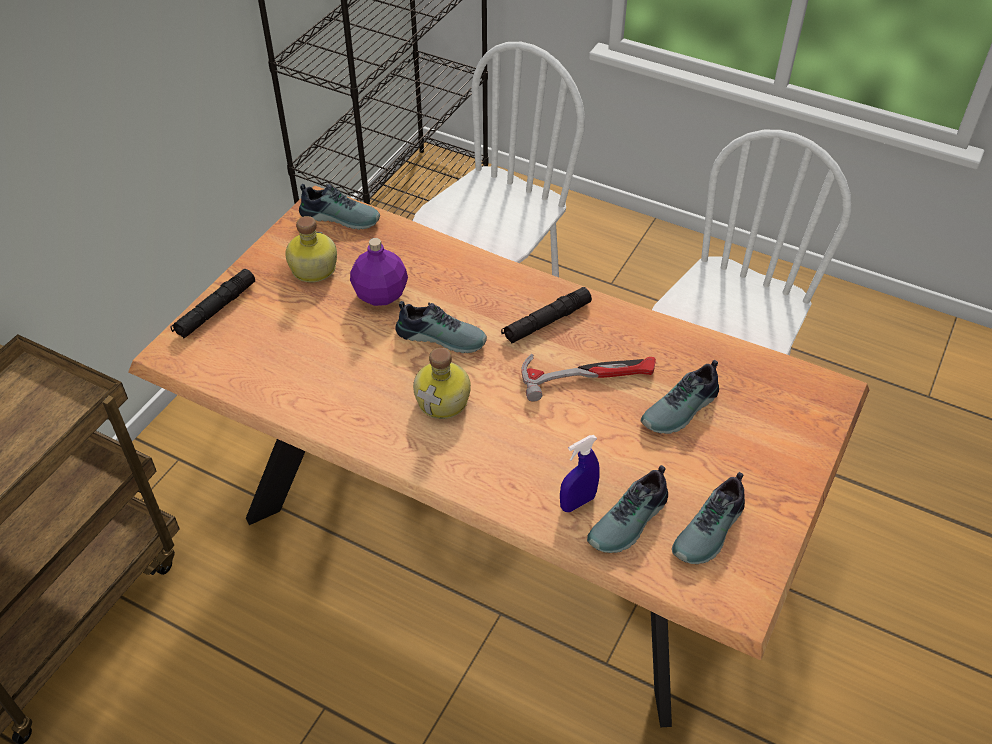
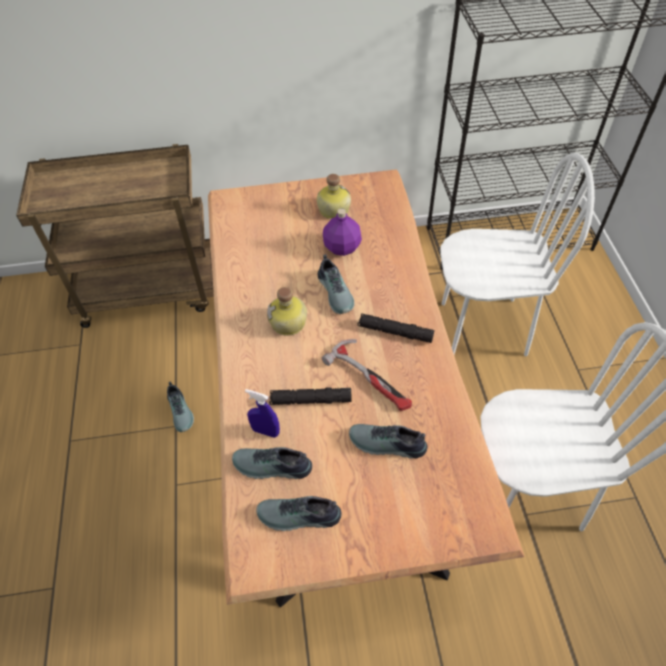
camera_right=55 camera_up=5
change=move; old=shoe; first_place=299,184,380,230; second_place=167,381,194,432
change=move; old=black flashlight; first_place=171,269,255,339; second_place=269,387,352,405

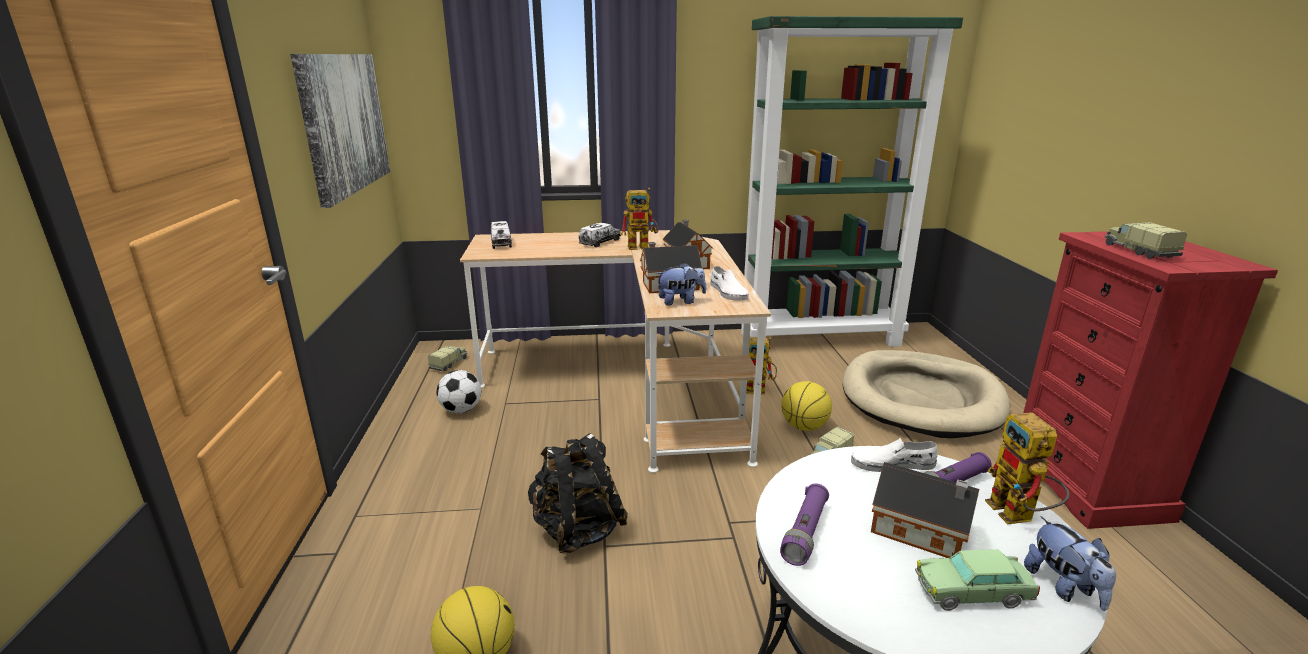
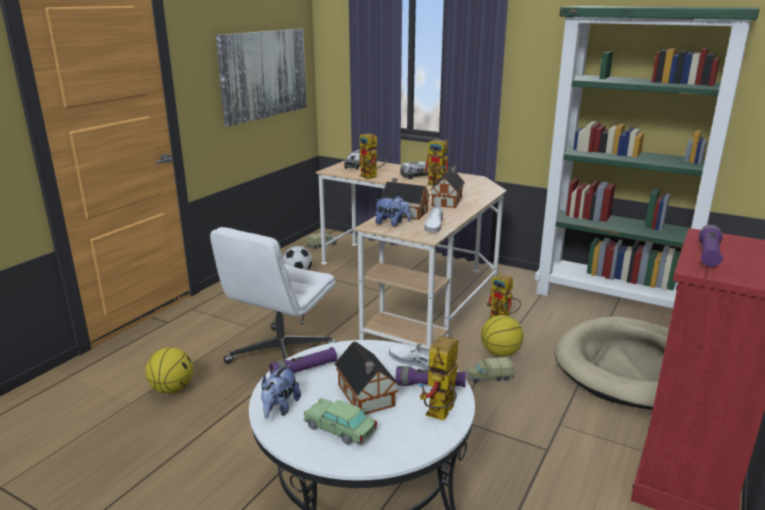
camera_right=35 camera_up=0
change=replace; old=black backpack; new=white office chair; first_place=528,433,628,553; second_place=210,227,337,364
change=move; old=plush toy; first_place=1024,516,1116,611; second_place=261,364,301,419
change=insert; new=toy robot; second_place=358,133,386,179
change=replace; old=toy truck; new=purple flashlight; first_place=1104,223,1187,259; second_place=699,224,723,267

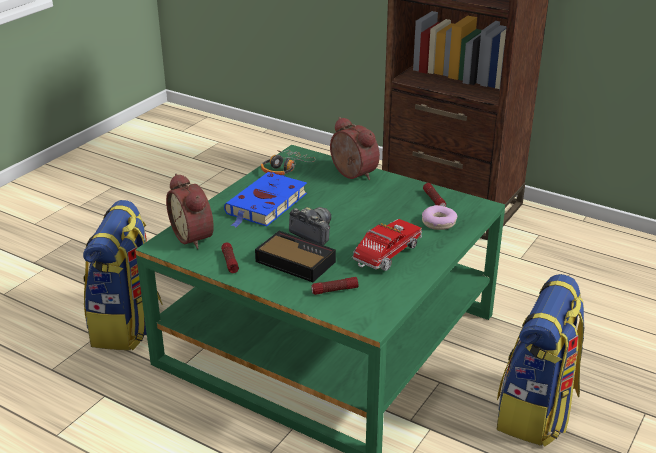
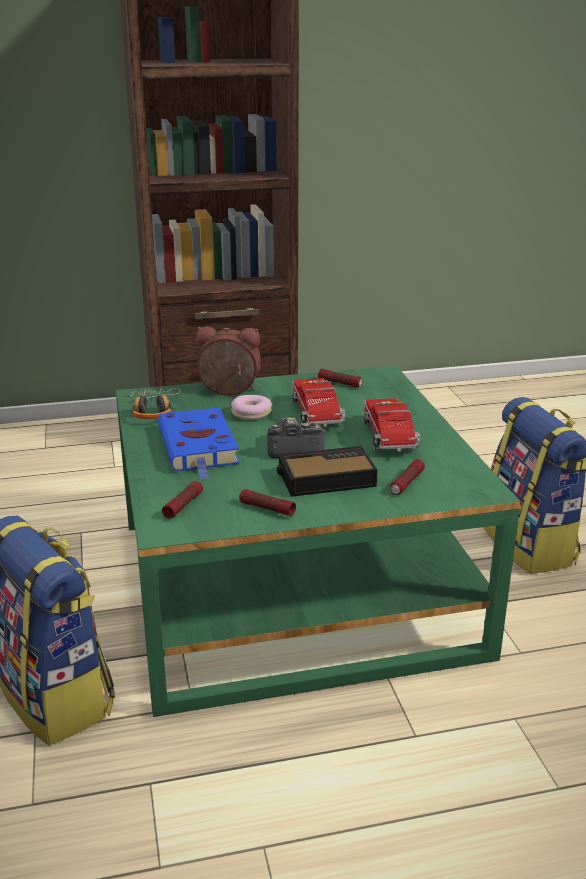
camera_right=-45 camera_up=-5
change=replace; old=alarm clock; new=flashlight; first_place=166,173,214,249; second_place=162,481,203,519
change=move; old=donut; first_place=422,205,458,230; second_place=231,395,272,420
change=insert; new=toy truck; second_place=291,378,345,427

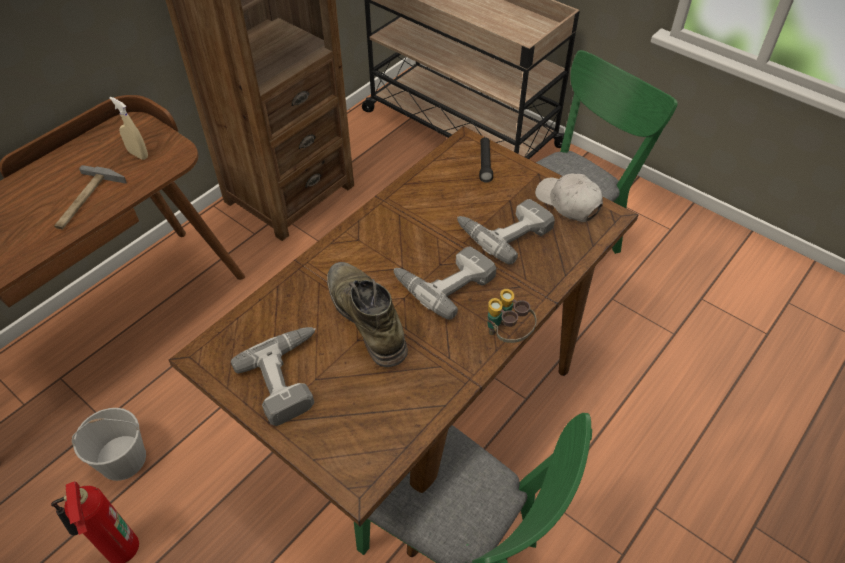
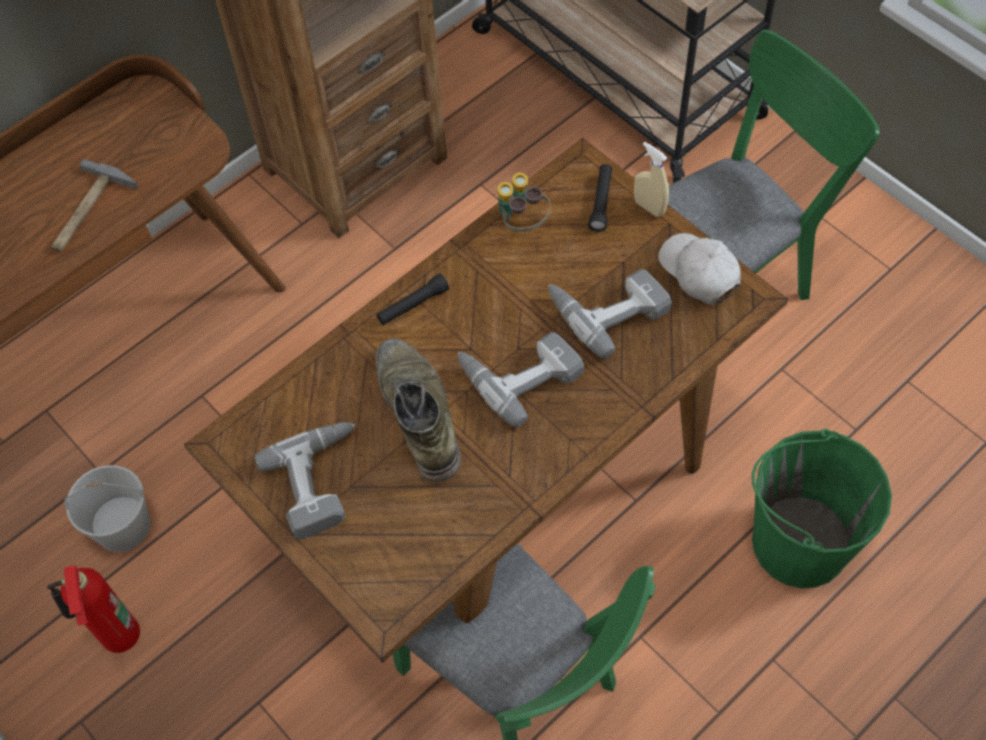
camera_right=10 camera_up=10
change=insert; new=black flashlight; second_place=376,274,449,325
change=move; old=binoculars; first_place=487,289,537,343; second_place=497,173,551,232
change=move; old=beige spray bottle; first_place=109,97,148,160; second_place=634,142,669,217
change=insert; new=green bucket; second_place=752,429,892,588

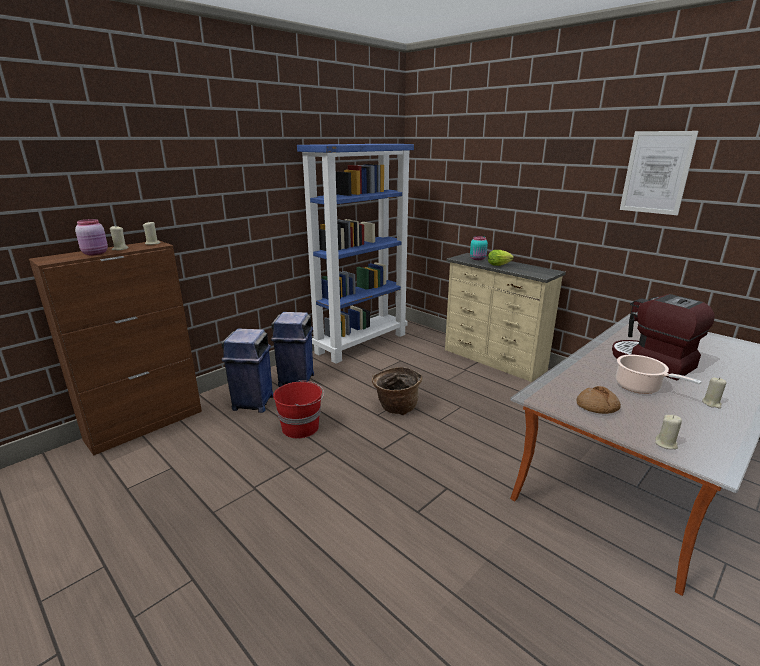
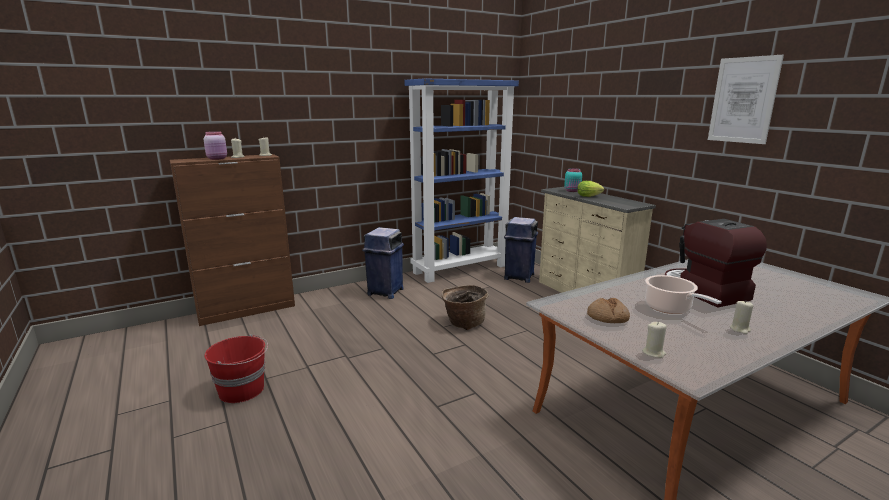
camera_right=15 camera_up=-5
change=move; old=red bucket; first_place=273,380,324,438; second_place=204,334,268,403
change=move; old=blue trash can; first_place=221,328,273,413; second_place=504,217,538,283

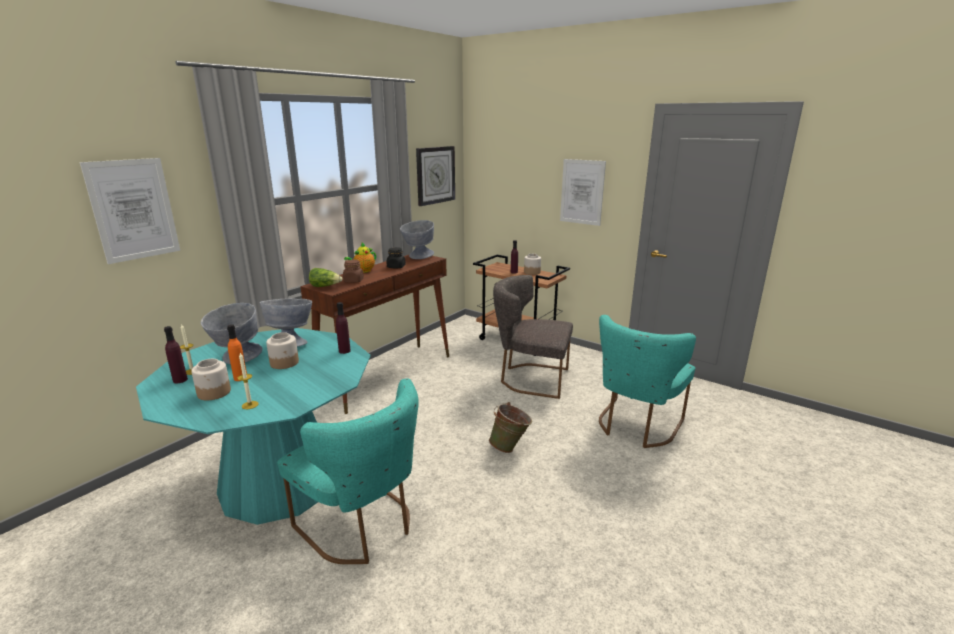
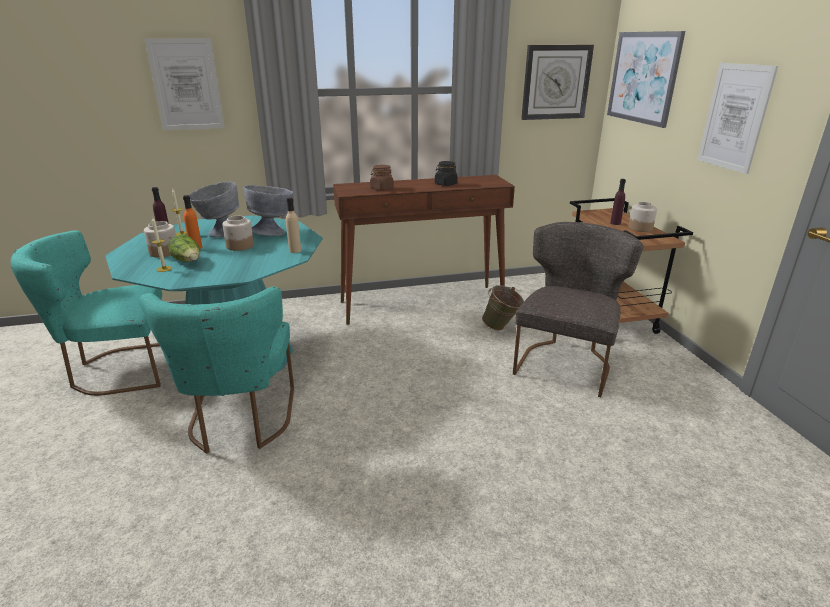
camera_right=40 camera_up=5
change=move; old=turquoise chair; first_place=599,315,696,448; second_place=11,230,162,396
change=move; old=lettuce; first_place=309,268,342,287; second_place=168,234,200,262
change=recolor; old=purple bottle; new=beige bottle; first_place=336,302,351,354; second_place=286,197,301,253
change=move; old=green bucket; first_place=489,402,532,453; second_place=482,285,524,331
change=rotate; old=grey chair; first_place=493,275,573,399; second_place=513,222,643,397; degrees=60
change=insert; new=picture; second_place=607,31,685,128
change=delete; old=teapot; first_place=344,243,376,273
change=delete; old=grey bowl; first_place=400,220,434,259

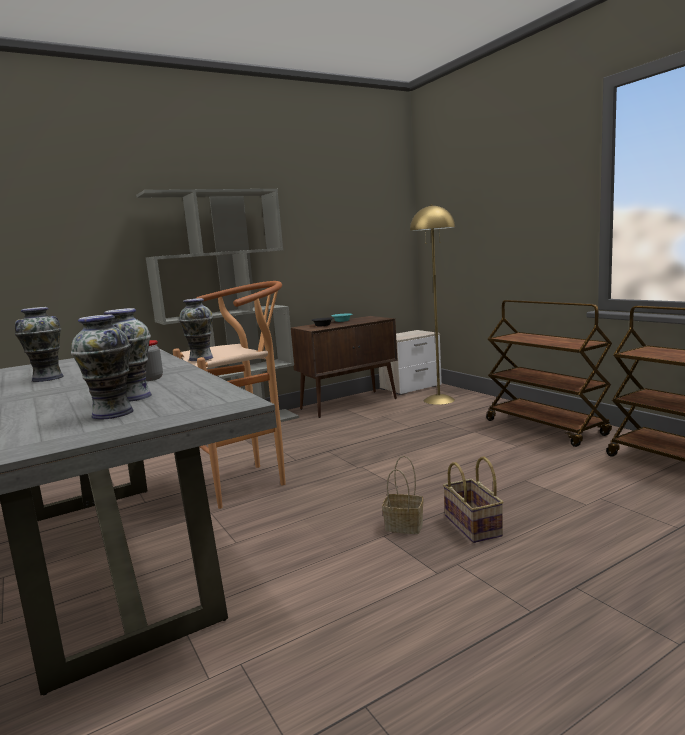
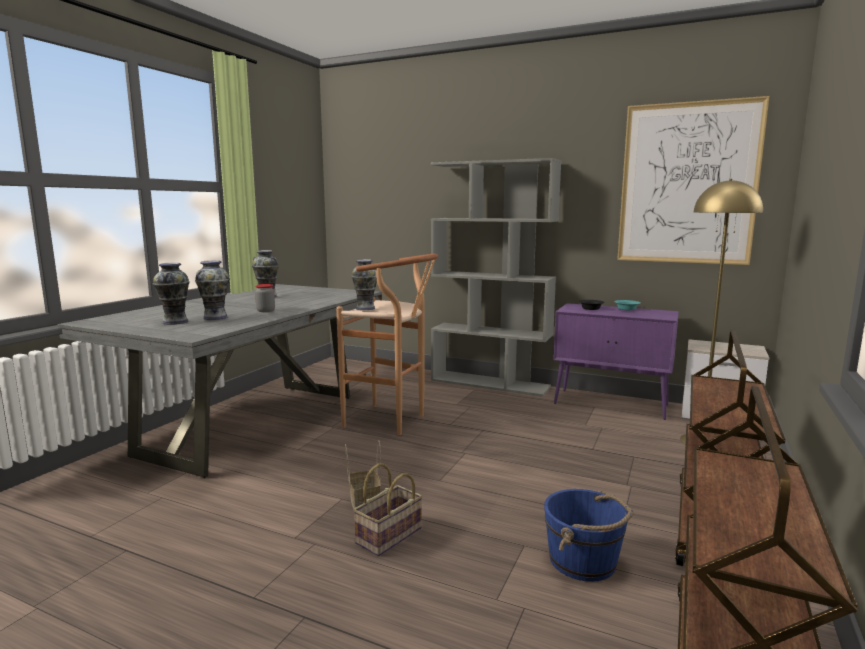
camera_right=55 camera_up=0
change=insert; new=blue bucket; second_place=544,489,633,582
change=recolor; old=brown cabinet; new=purple cabinet; first_place=291,316,398,418; second_place=553,303,679,420
change=insert; new=picture; second_place=617,96,770,265

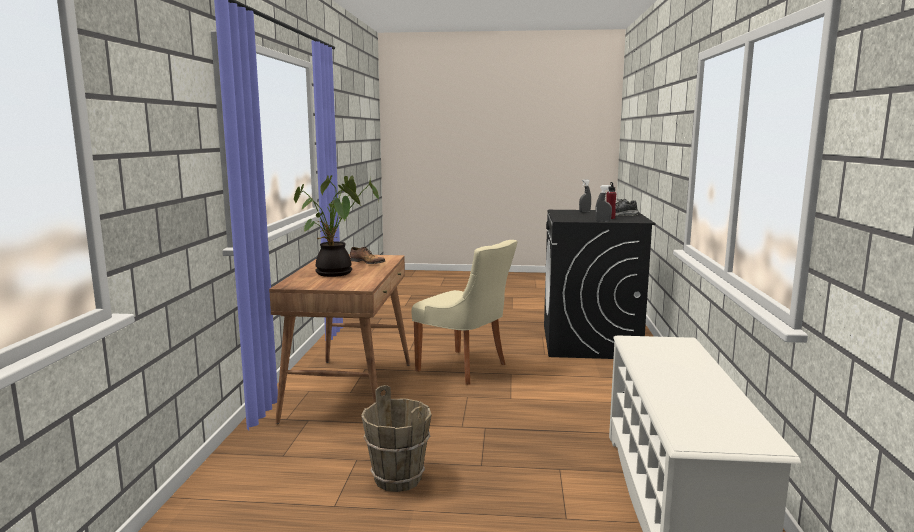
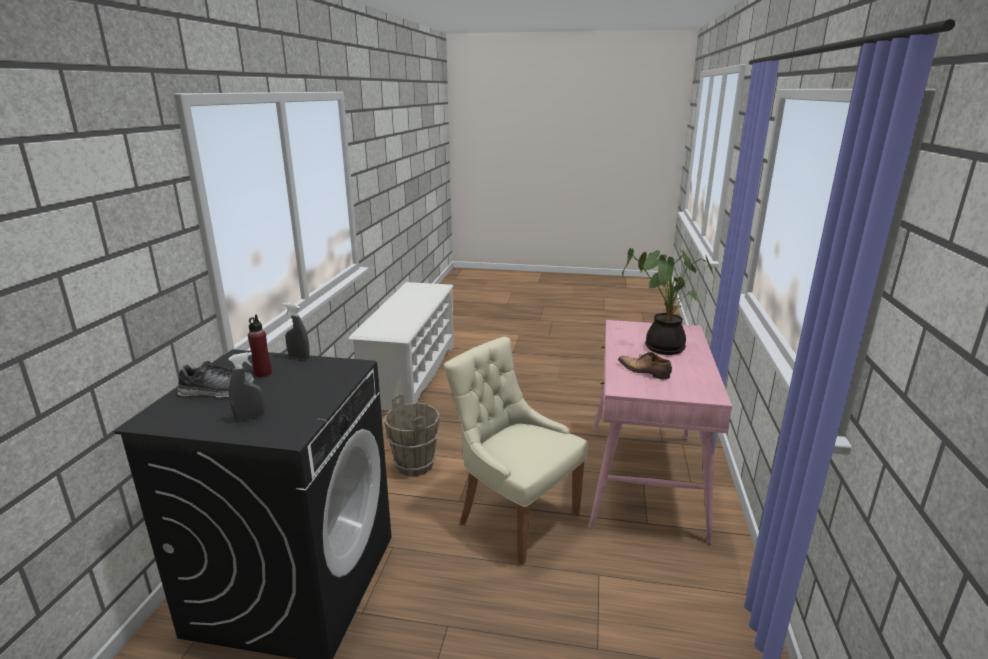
camera_right=-175 camera_up=10
change=move; old=brown bucket; first_place=361,385,431,492; second_place=384,394,440,476
change=recolor; old=brown desk; new=pink desk; first_place=269,254,410,424; second_place=589,320,732,543

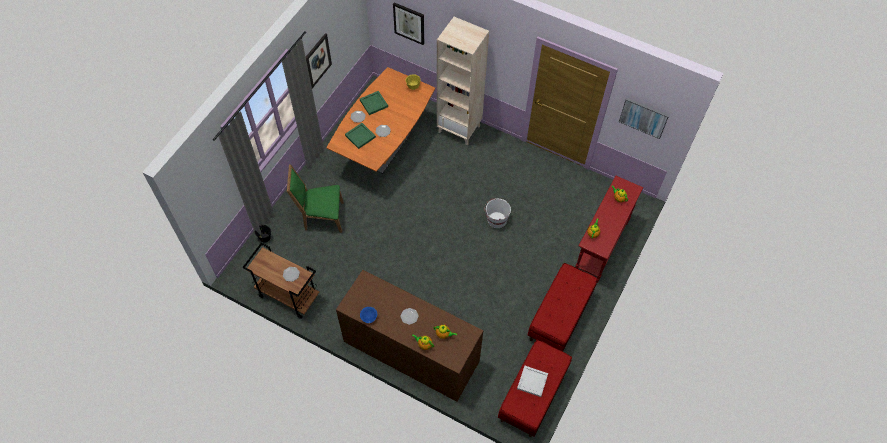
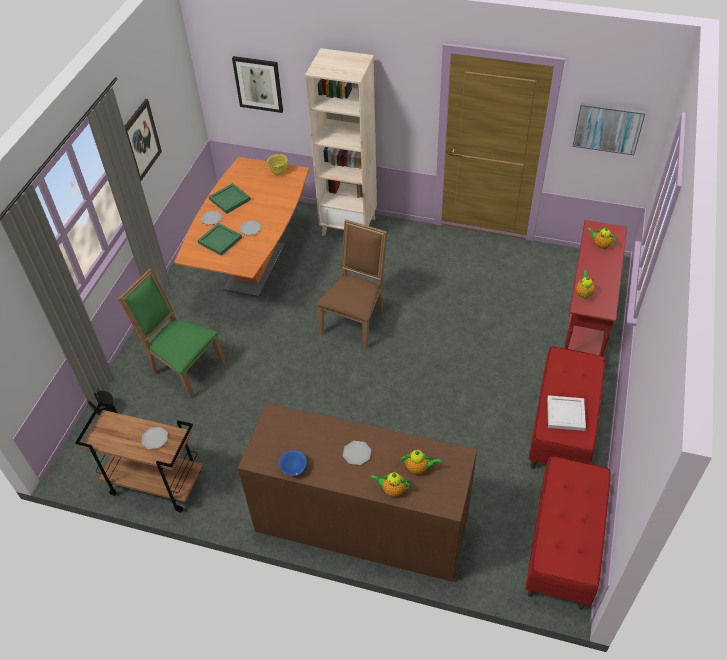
camera_right=-10 camera_up=-10
change=rotate; old=green chair; first_place=287,164,344,233; second_place=118,269,225,399; degrees=45
change=insert; new=brown chair; second_place=316,220,387,349
change=move; old=white tray; first_place=517,366,548,397; second_place=547,395,586,431
change=delete; old=white bucket; first_place=485,198,511,228

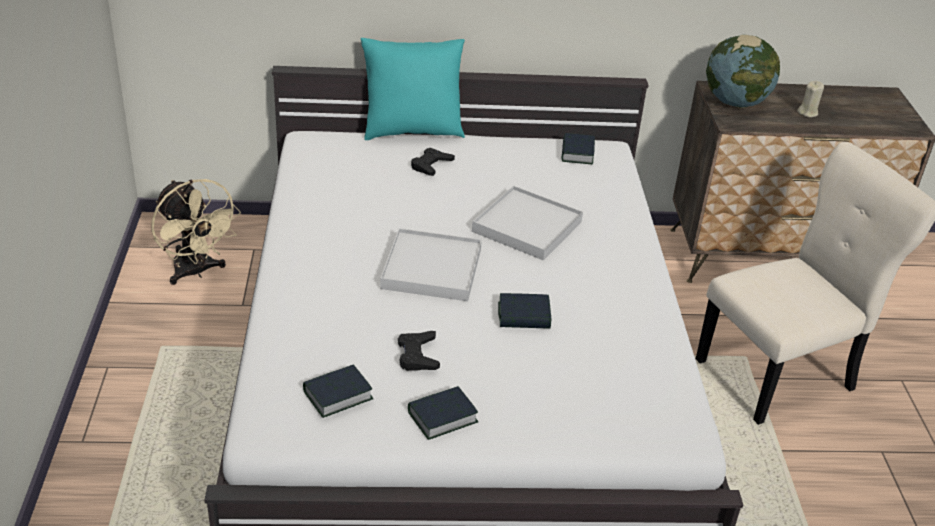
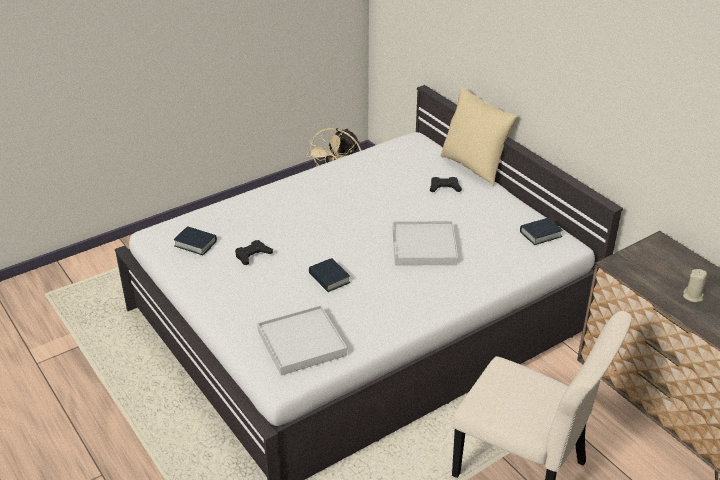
camera_right=60 camera_up=0
change=move; old=white tray; first_place=380,228,482,301; second_place=257,305,347,375
change=recolor; old=turquoise pillow; new=beige pillow; first_place=361,38,465,140; second_place=440,87,517,186
change=delete; old=book; first_place=408,386,478,440
change=delete; old=globe; first_place=706,35,780,108

